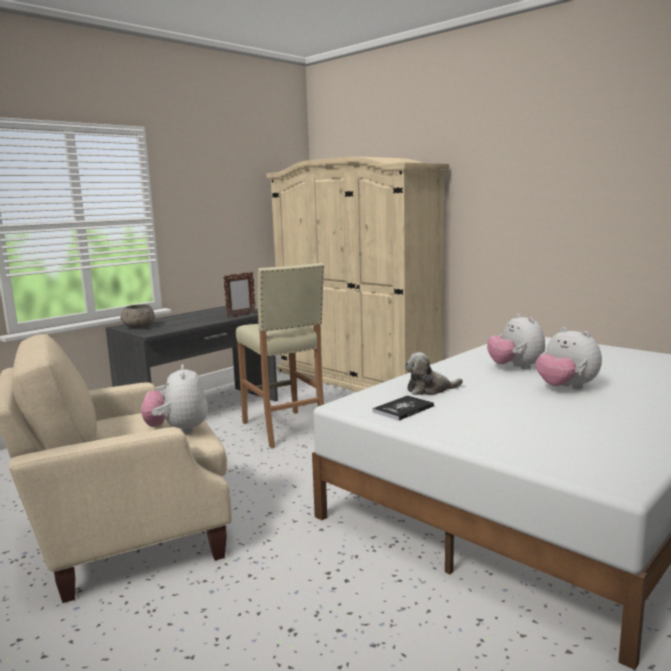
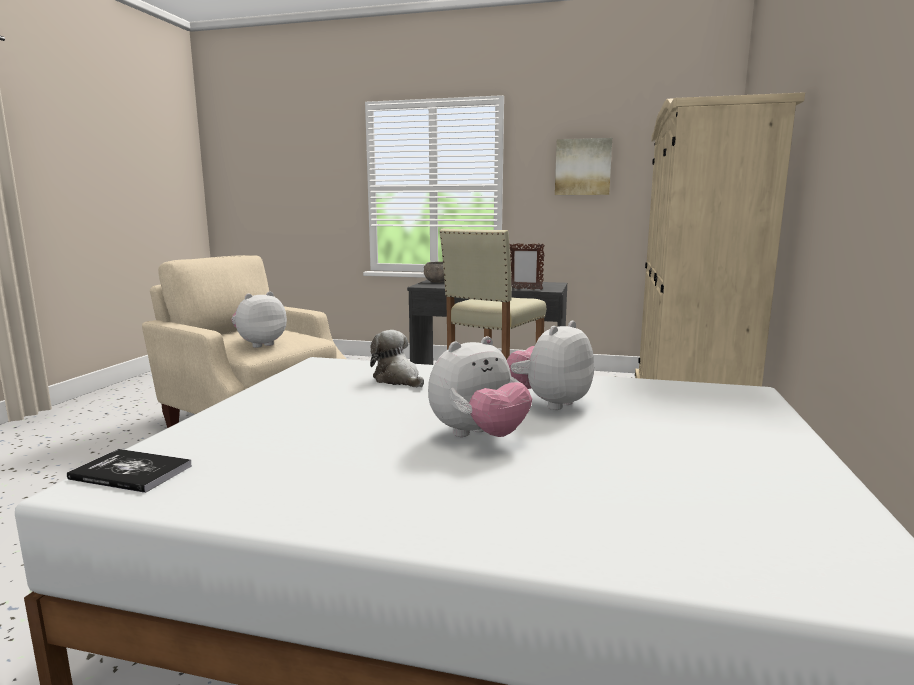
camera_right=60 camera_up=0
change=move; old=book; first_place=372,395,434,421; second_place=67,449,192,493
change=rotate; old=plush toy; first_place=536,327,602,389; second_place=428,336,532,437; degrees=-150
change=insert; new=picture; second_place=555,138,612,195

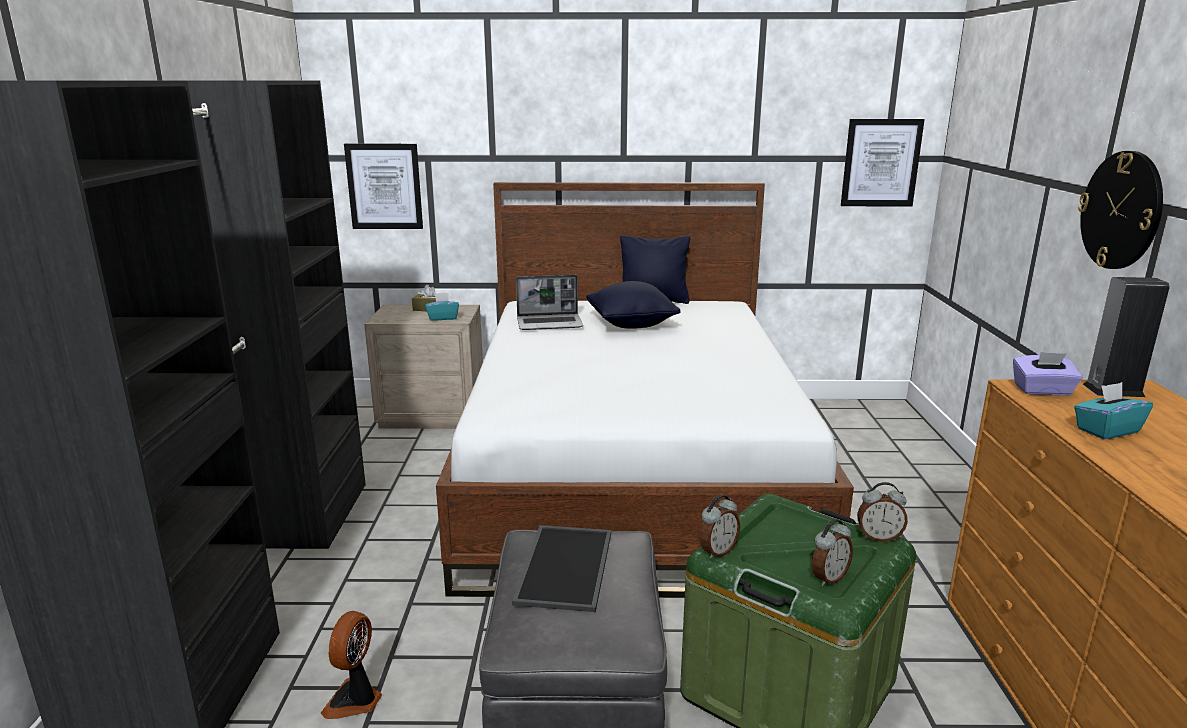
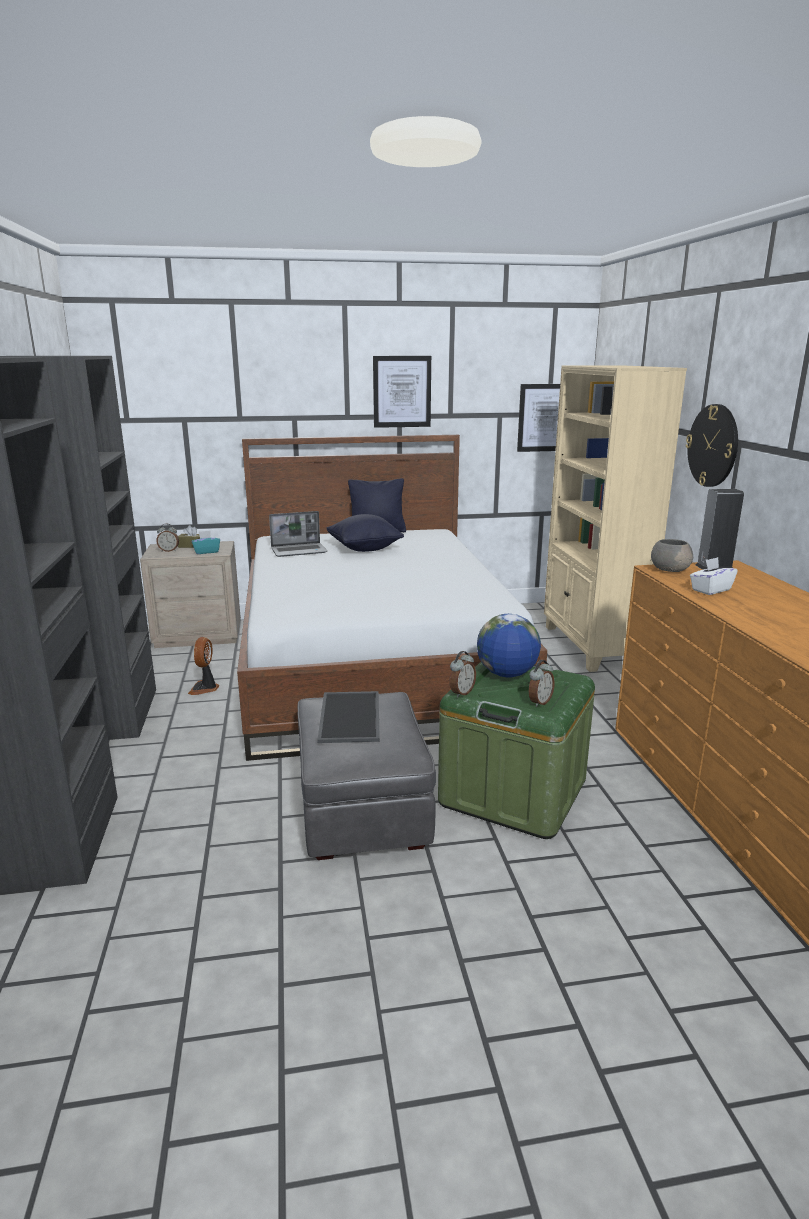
camera_right=-10 camera_up=0
change=move; old=alarm clock; first_place=857,482,908,542; second_place=156,523,179,552
change=move; old=fan; first_place=321,611,382,719; second_place=188,637,219,695
change=move; old=picture; first_place=344,144,423,229; second_place=373,356,431,428
change=insert; new=globe; second_place=477,614,541,677
change=insert; new=beige bookcase; second_place=544,365,687,672
change=replace; old=purple tissue box; new=grey bowl; first_place=1013,352,1083,396; second_place=651,539,693,572
change=recolor; old=turquoise tissue box; new=white tissue box; first_place=1074,382,1153,439; second_place=690,557,738,595

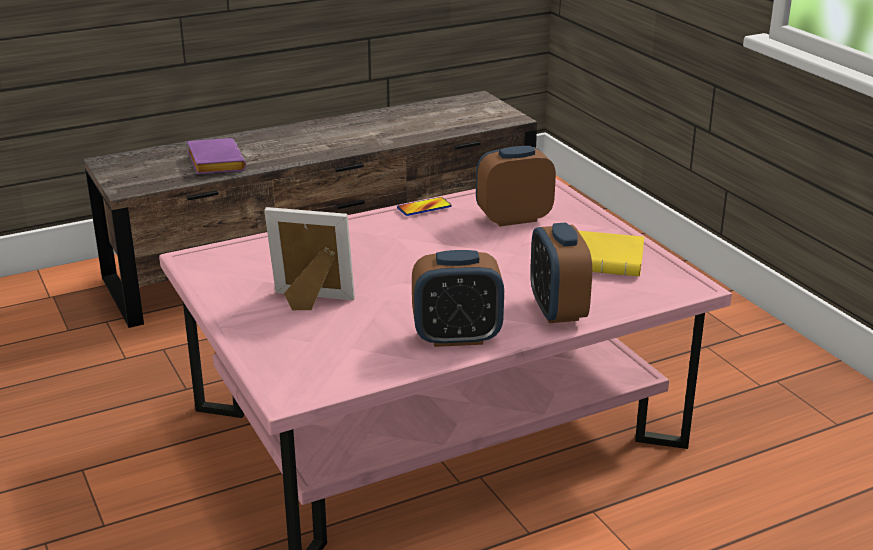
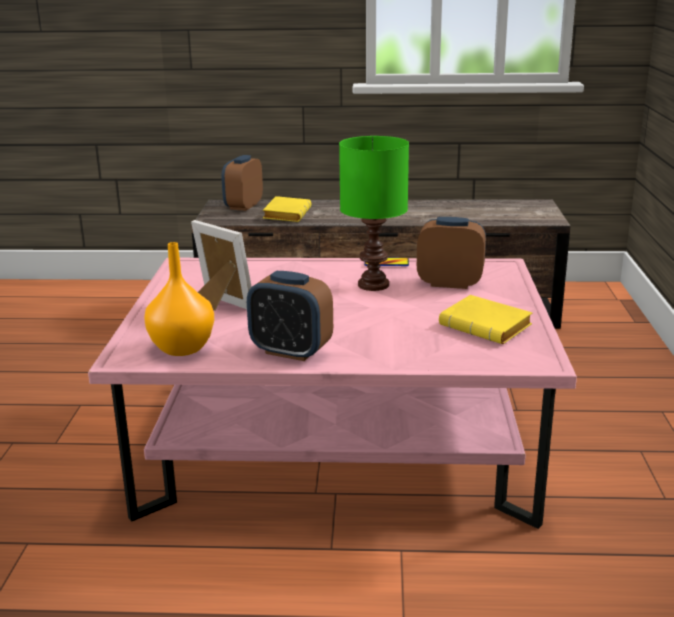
camera_right=30 camera_up=-5
change=insert; new=orange vase; second_place=144,242,214,356
change=move; old=alarm clock; first_place=530,222,592,323; second_place=221,155,263,211
change=recolor; old=purple book; new=yellow book; first_place=187,138,246,174; second_place=263,196,311,222
change=insert; new=green table lamp; second_place=339,136,409,291

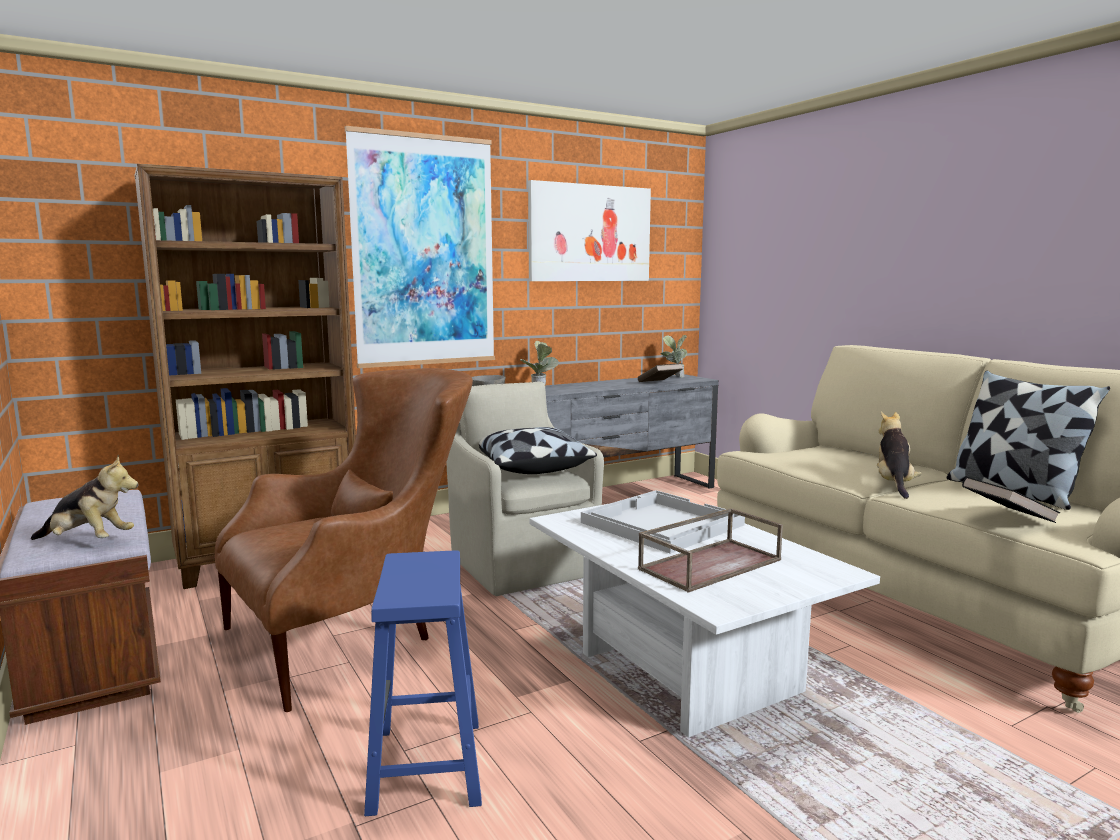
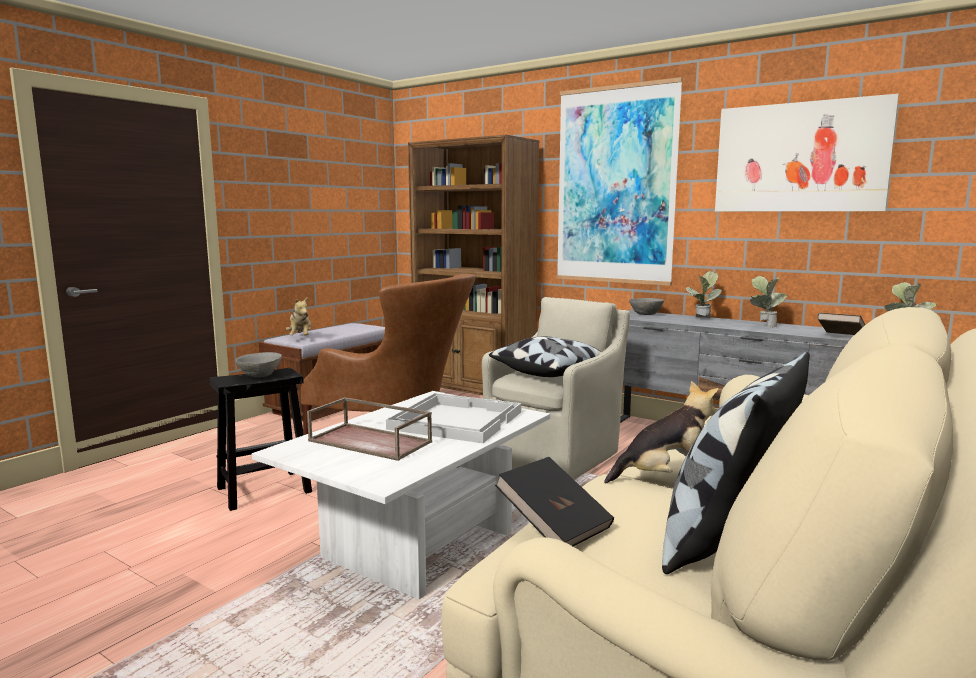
camera_right=65 camera_up=0
change=recolor; old=blue stool; new=black stool; first_place=364,550,482,816; second_place=210,368,312,511
change=insert; new=grey bowl; second_place=236,352,282,378
change=insert; new=potted plant; second_place=750,276,787,327

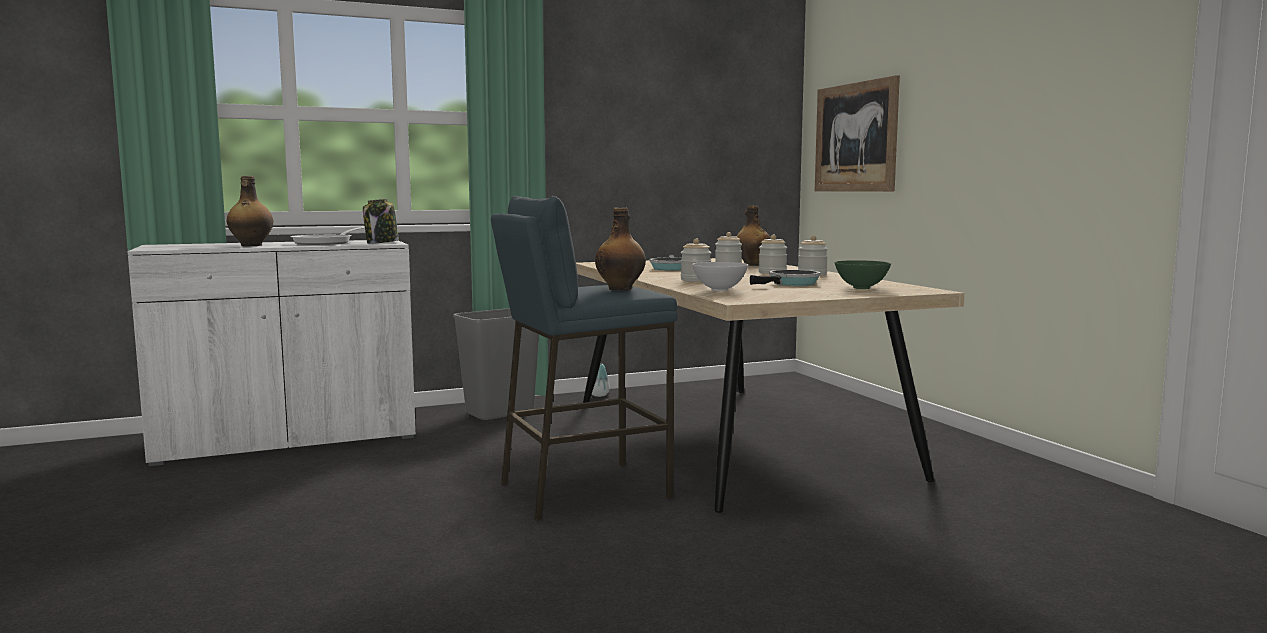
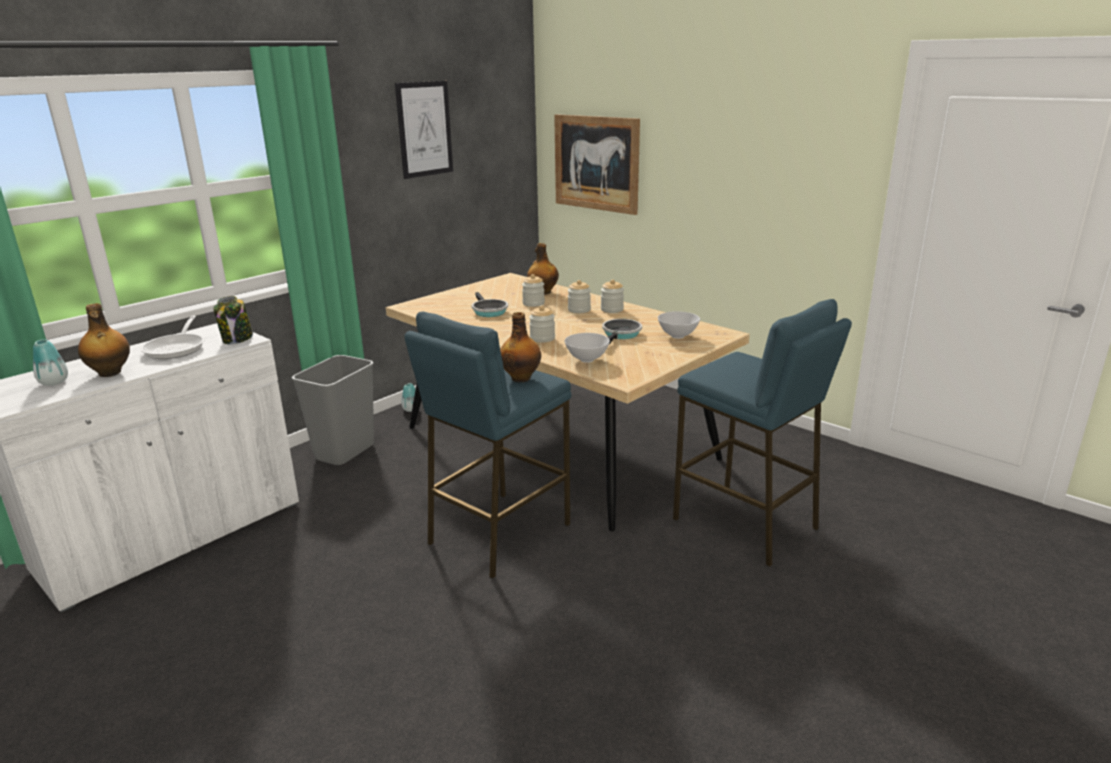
camera_right=-25 camera_up=15
change=insert; new=vase; second_place=33,339,68,386
change=insert; new=picture; second_place=395,81,453,179
change=recolor; old=green bowl; new=white bowl; first_place=835,260,891,289; second_place=658,311,700,339
change=insert; new=blue stool; second_place=673,299,852,567

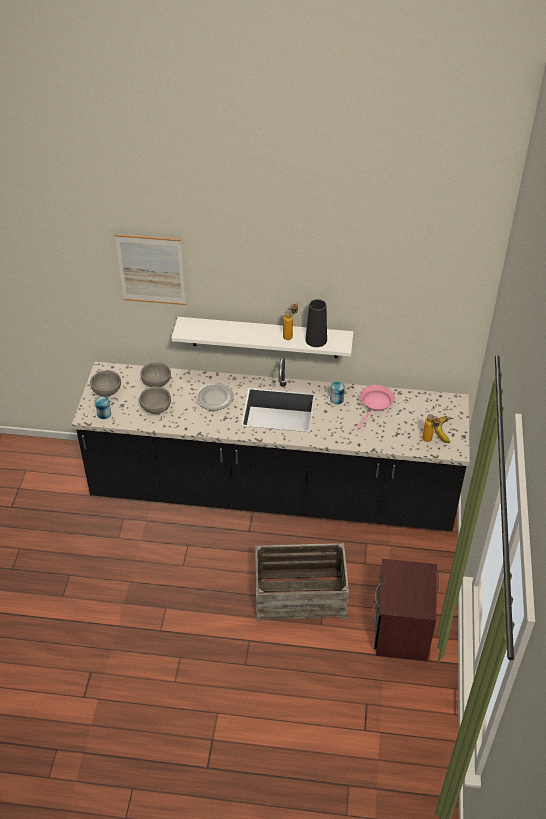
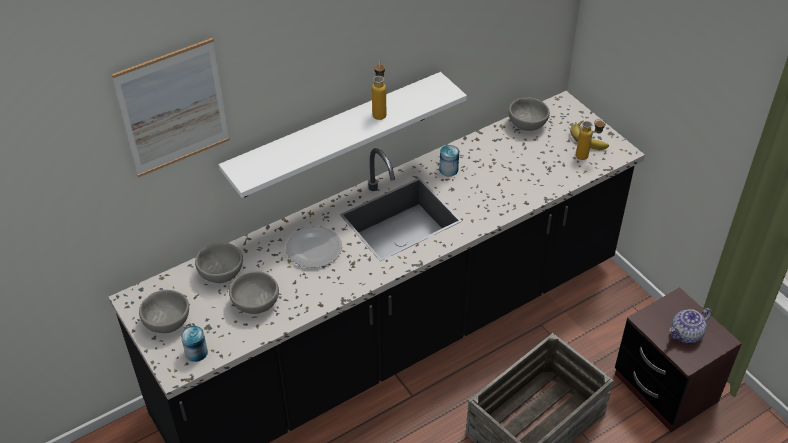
camera_right=-40 camera_up=0
change=insert; new=grey bowl; second_place=508,98,550,131
change=insert; new=teapot; second_place=669,308,712,343
change=delete; old=black vase; first_place=305,299,327,347
change=delete; old=pink frying pan; first_place=358,385,395,430

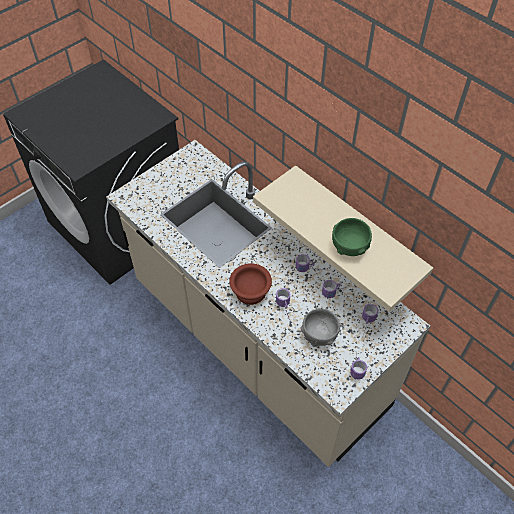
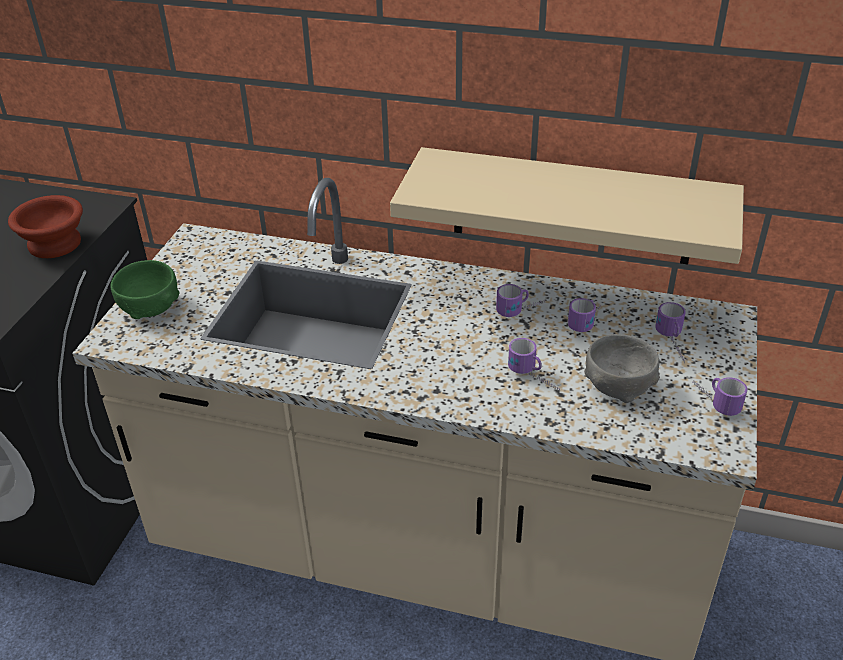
camera_right=-30 camera_up=-15
change=move; old=brown bowl; first_place=229,263,272,305; second_place=8,195,83,258
change=move; old=green bowl; first_place=332,218,372,256; second_place=110,260,180,319

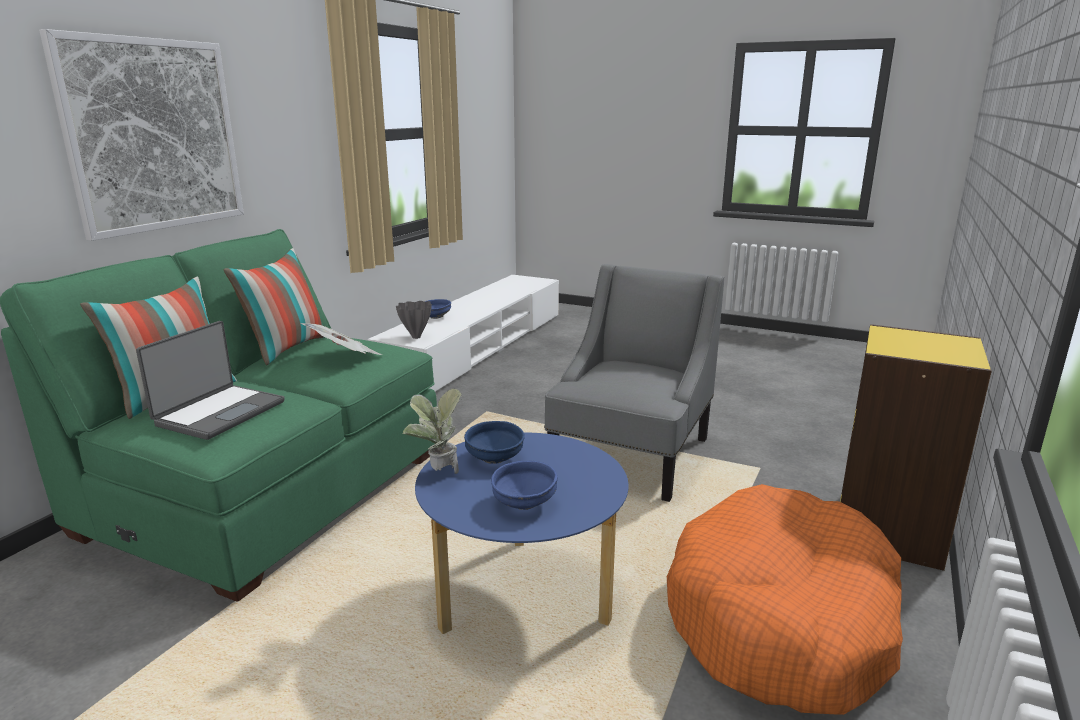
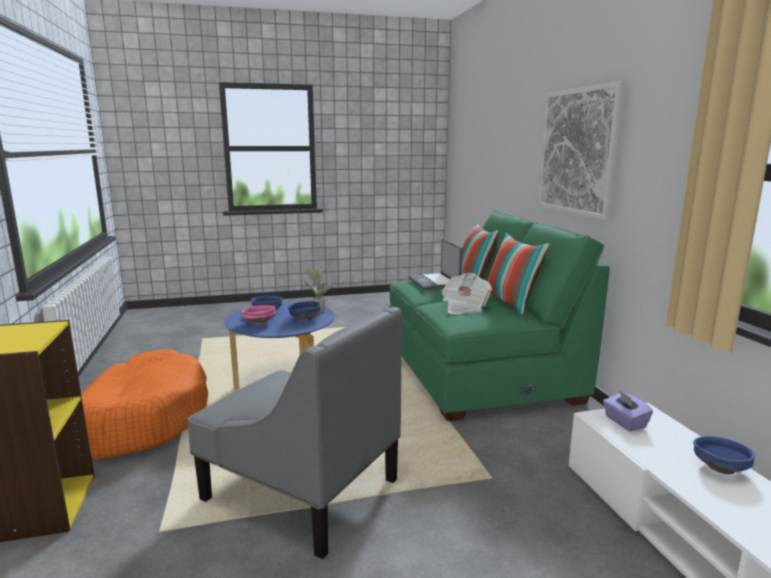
camera_right=140 camera_up=-5
change=rotate; old=grey armchair; first_place=544,264,725,502; second_place=188,307,402,559; degrees=-45
change=insert; new=pink bowl; second_place=241,305,276,325
change=replace; old=grey vase; new=purple tissue box; first_place=396,301,432,339; second_place=603,390,653,431

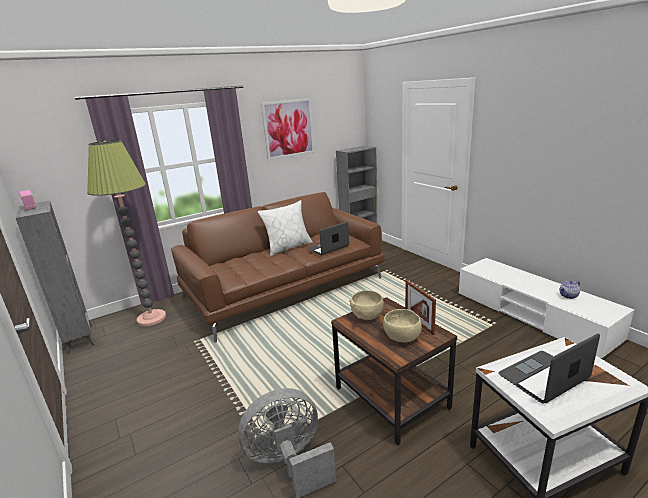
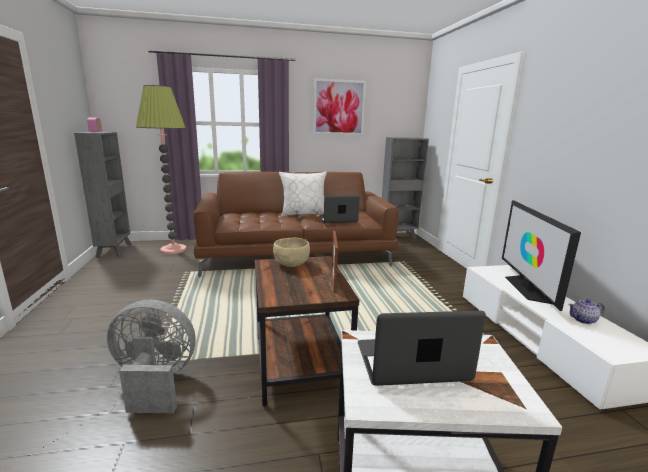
camera_right=20 camera_up=-5
change=insert; new=television; second_place=502,200,581,311
change=delete; old=beige bowl; first_place=383,309,422,342

